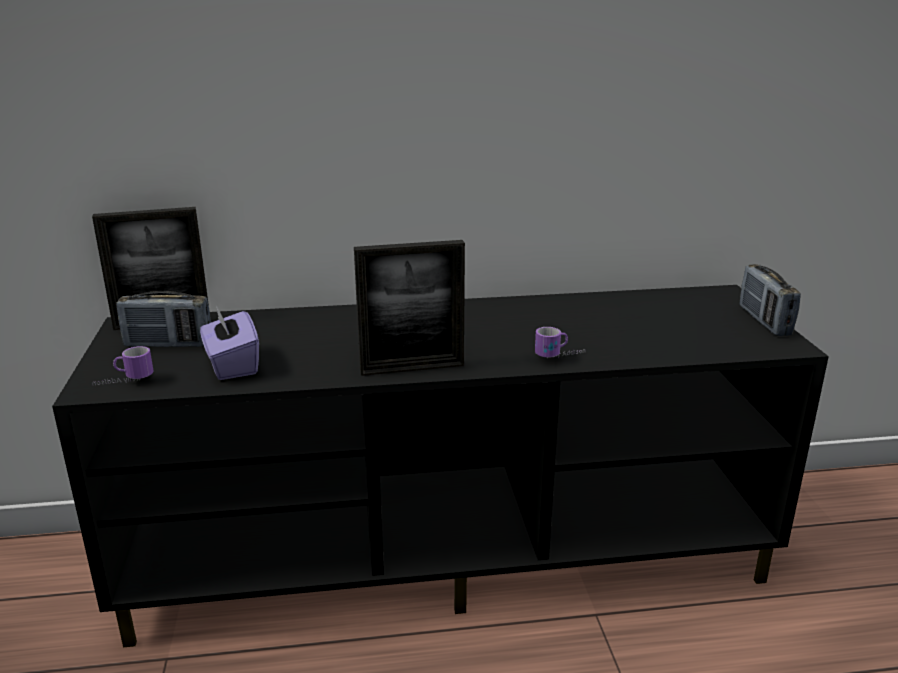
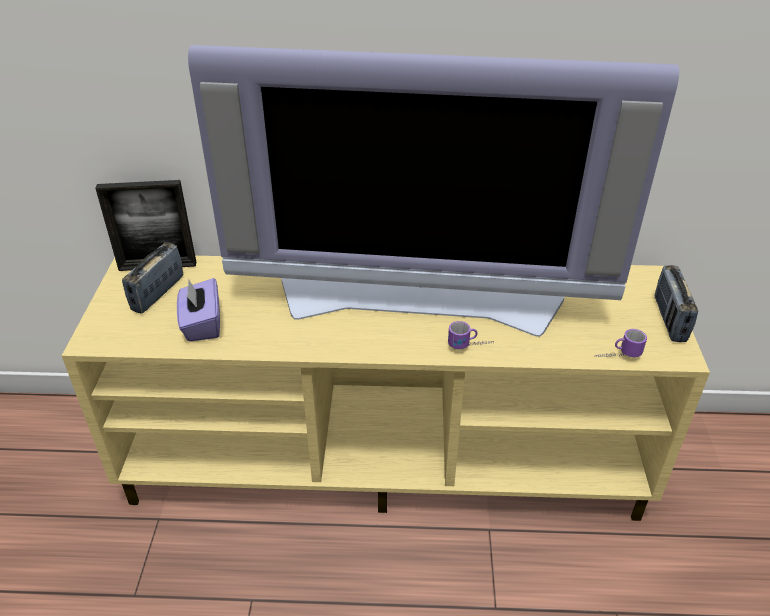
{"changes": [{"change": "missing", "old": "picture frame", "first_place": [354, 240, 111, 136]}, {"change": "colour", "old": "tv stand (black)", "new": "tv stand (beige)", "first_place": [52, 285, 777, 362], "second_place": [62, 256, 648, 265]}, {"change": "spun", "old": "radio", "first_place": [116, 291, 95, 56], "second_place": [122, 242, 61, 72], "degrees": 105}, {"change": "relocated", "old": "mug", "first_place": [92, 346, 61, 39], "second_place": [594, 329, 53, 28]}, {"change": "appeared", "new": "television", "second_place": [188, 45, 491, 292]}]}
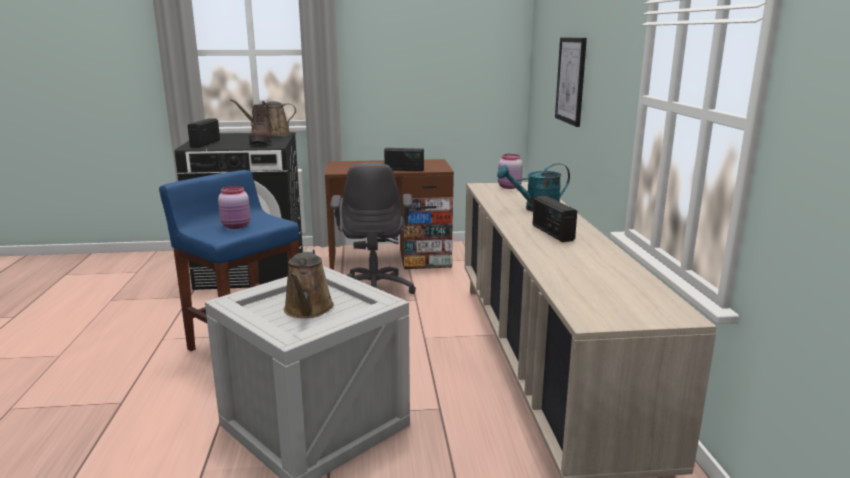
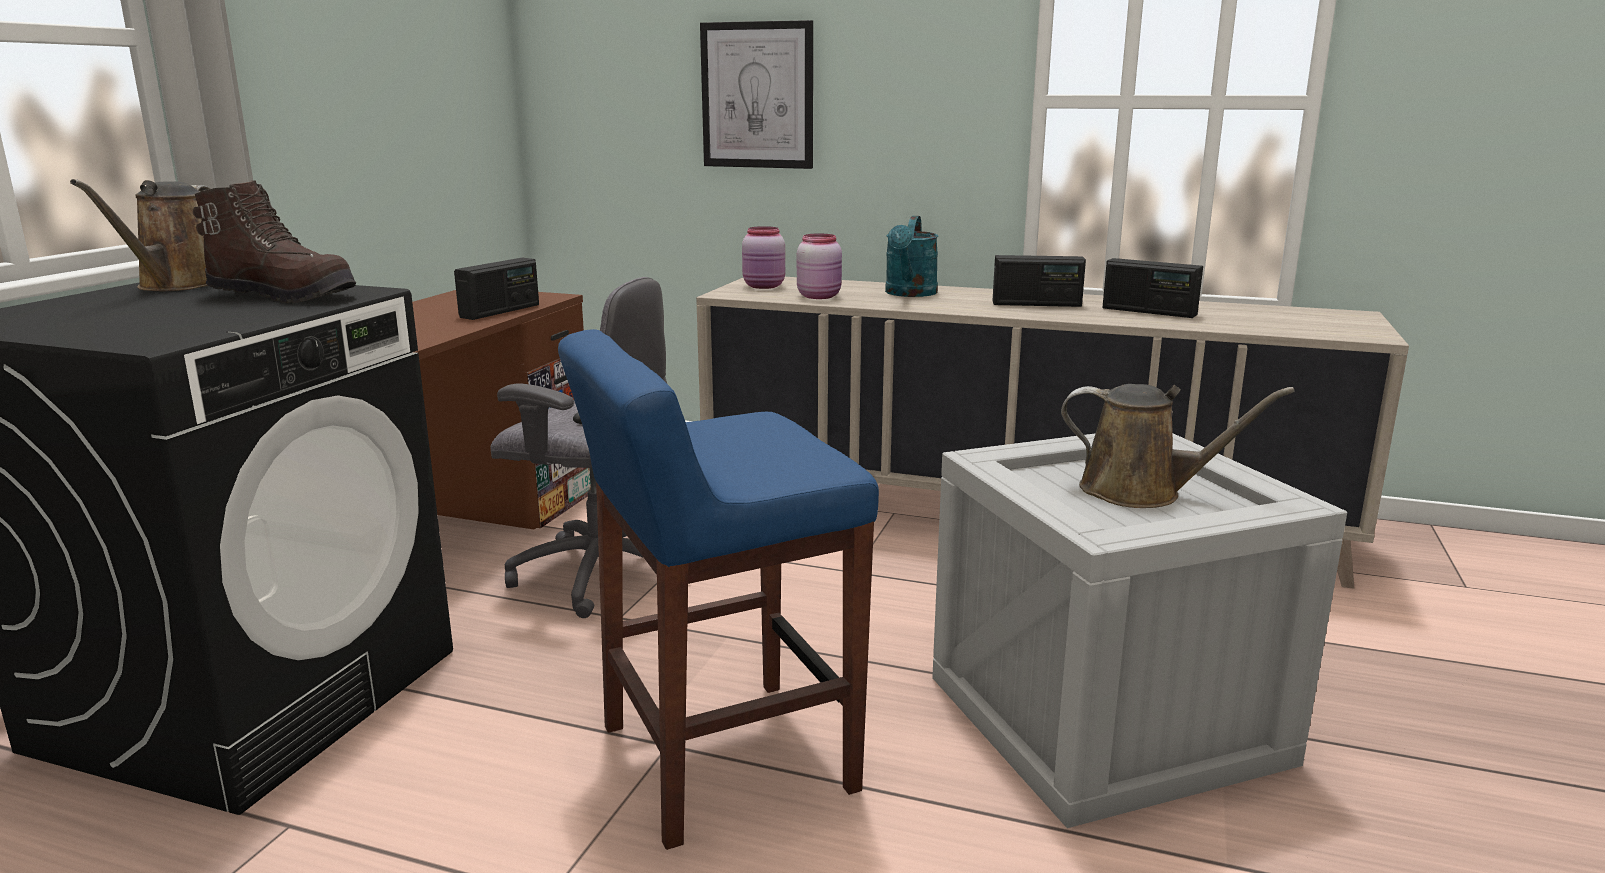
{"changes": [{"change": "relocated", "old": "radio", "first_place": [187, 118, 33, 30], "second_place": [1102, 258, 101, 60]}, {"change": "relocated", "old": "jar (pink)", "first_place": [218, 186, 32, 43], "second_place": [797, 234, 45, 65]}]}
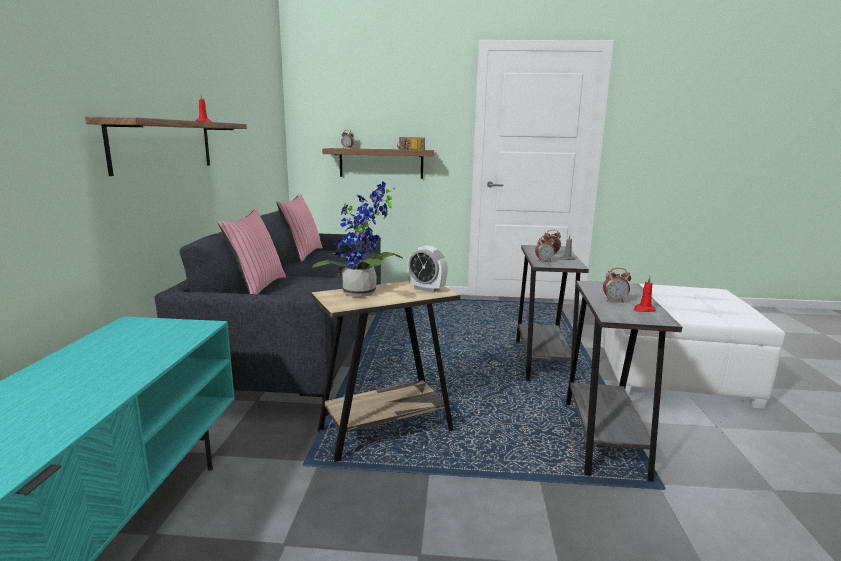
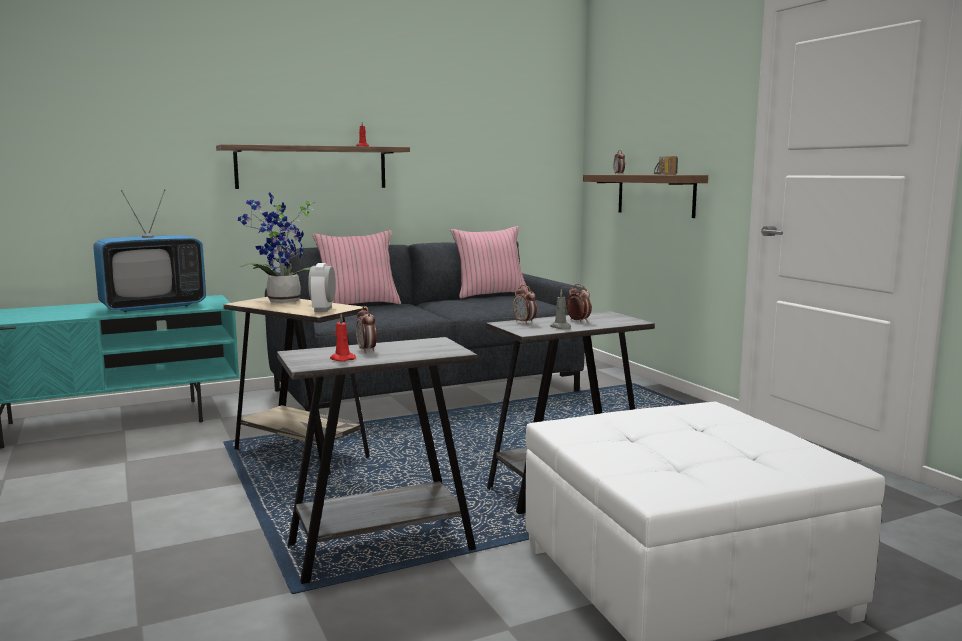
{"changes": [{"change": "appeared", "new": "television", "second_place": [93, 189, 113, 123]}]}
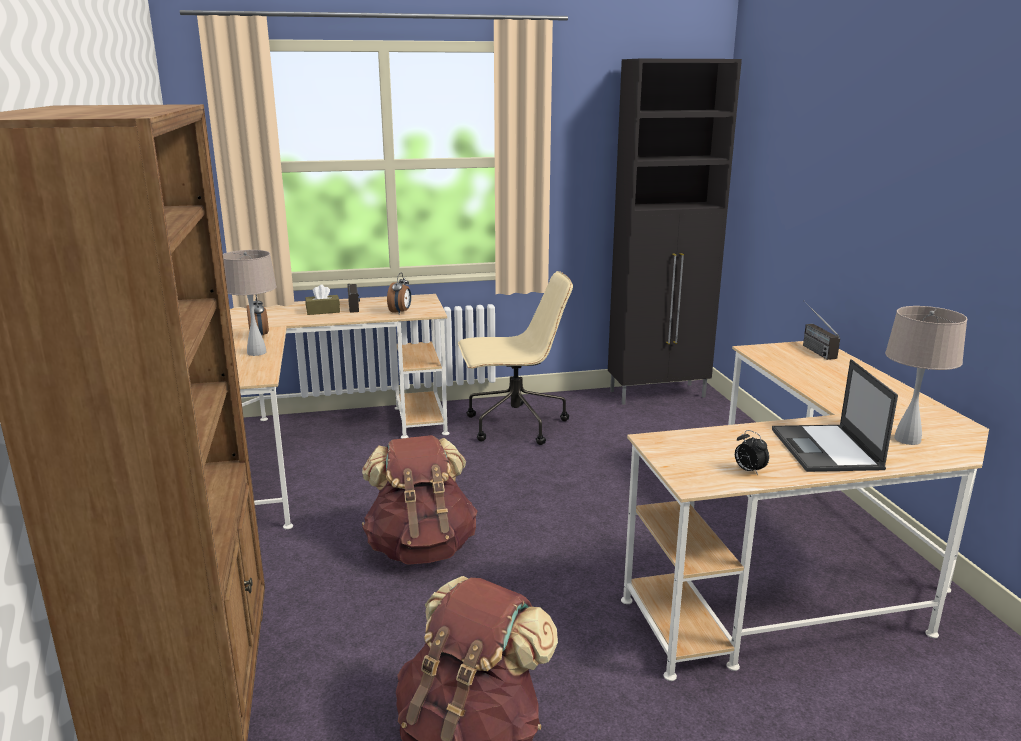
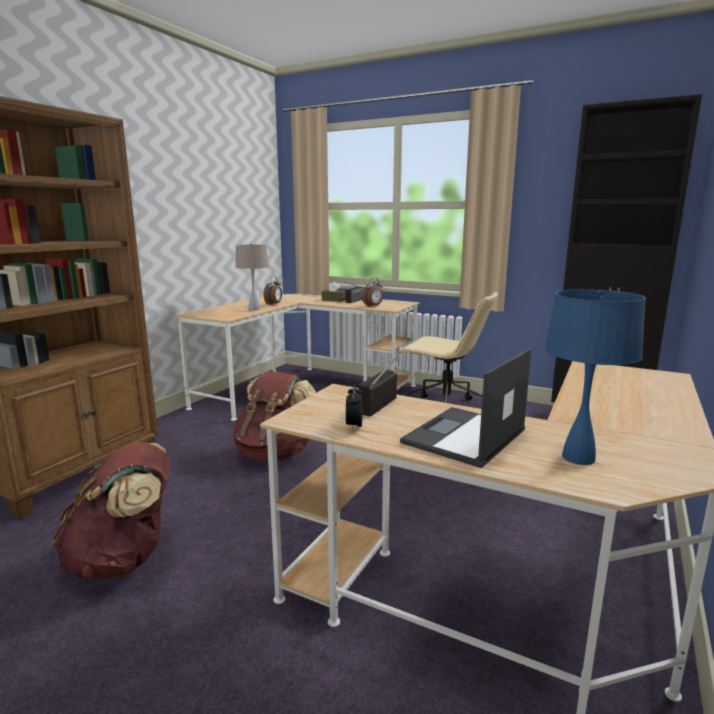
{"changes": [{"change": "relocated", "old": "radio", "first_place": [803, 301, 37, 59], "second_place": [358, 343, 51, 73]}, {"change": "colour", "old": "table lamp (beige)", "new": "table lamp (blue)", "first_place": [885, 306, 82, 139], "second_place": [545, 289, 101, 176]}]}
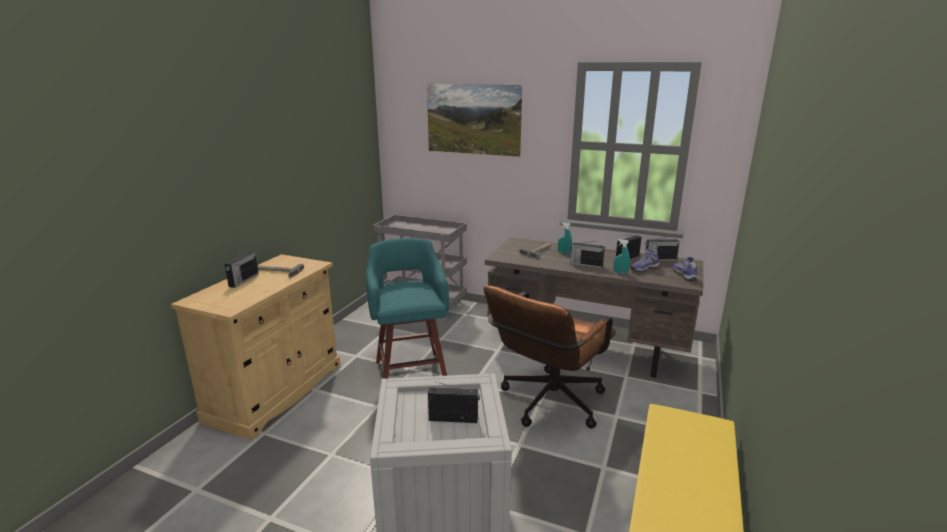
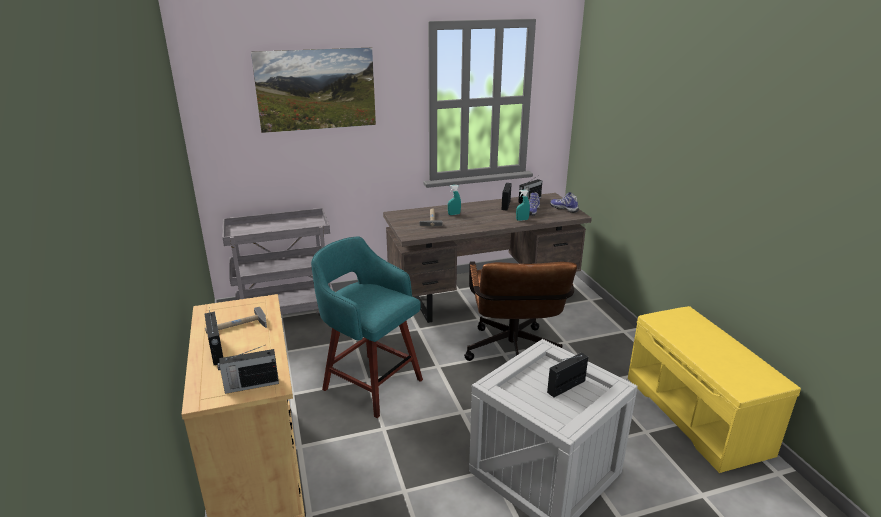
{"changes": [{"change": "relocated", "old": "radio", "first_place": [571, 241, 34, 28], "second_place": [217, 345, 62, 49]}]}
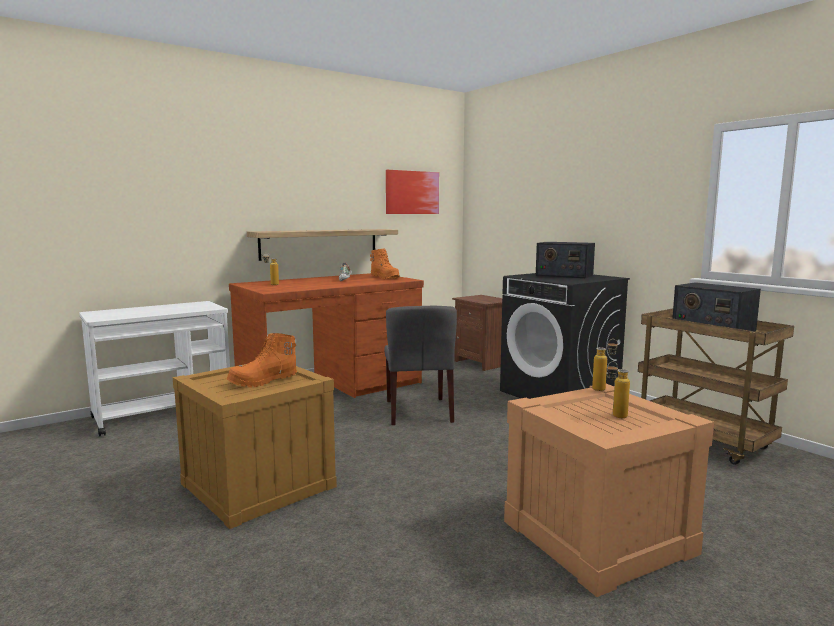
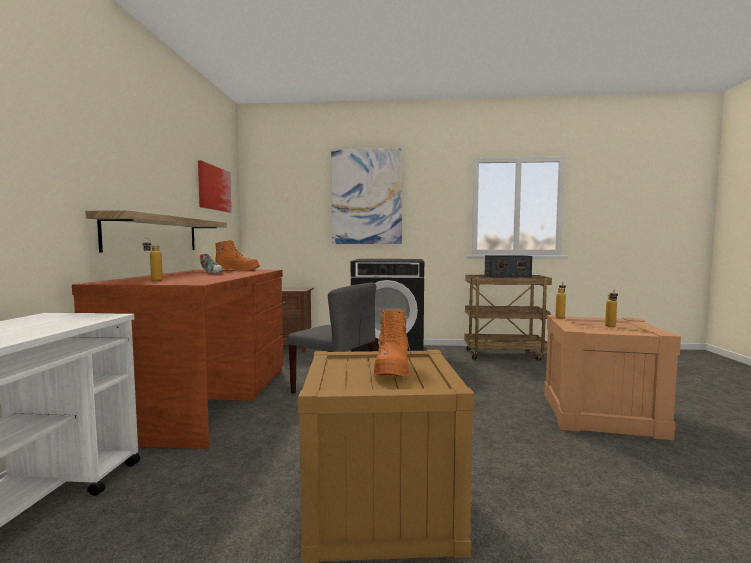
{"changes": [{"change": "missing", "old": "radio", "first_place": [536, 242, 59, 36]}, {"change": "appeared", "new": "picture", "second_place": [331, 148, 71, 96]}]}
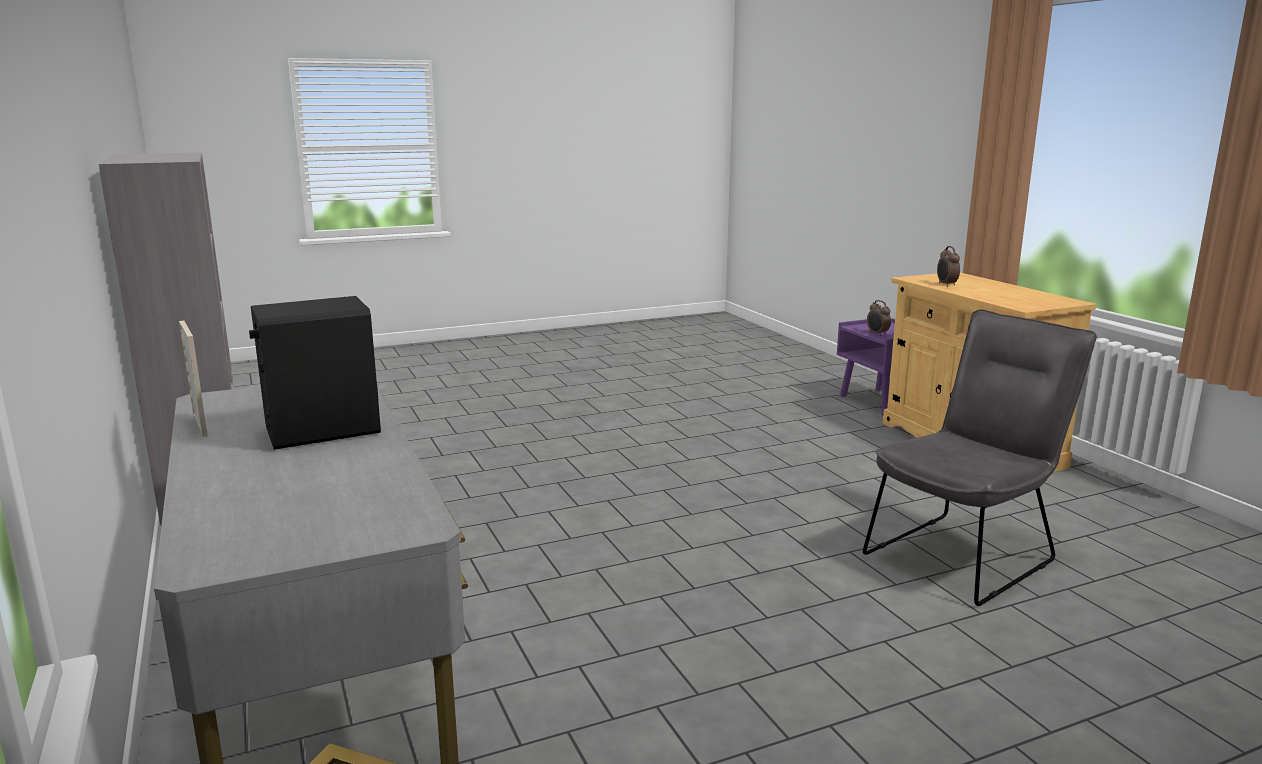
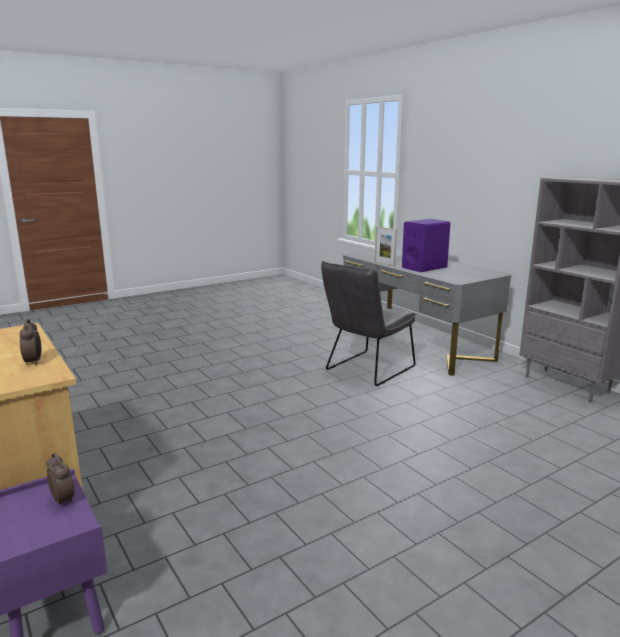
{"changes": [{"change": "colour", "old": "speaker (black)", "new": "speaker (purple)", "first_place": [249, 296, 132, 154], "second_place": [402, 219, 48, 53]}, {"change": "relocated", "old": "chair (grey)", "first_place": [863, 309, 234, 297], "second_place": [321, 261, 95, 125]}, {"change": "relocated", "old": "picture frame", "first_place": [179, 321, 29, 116], "second_place": [375, 227, 22, 39]}]}
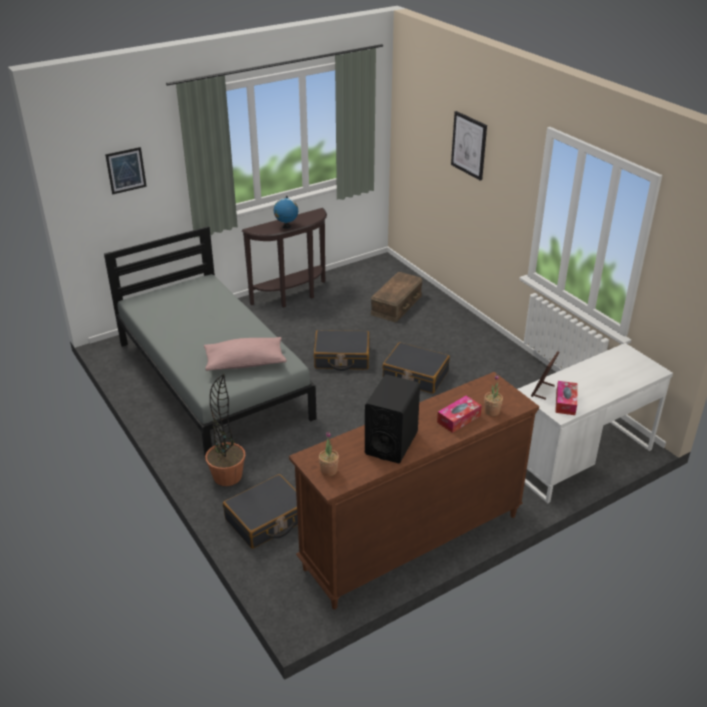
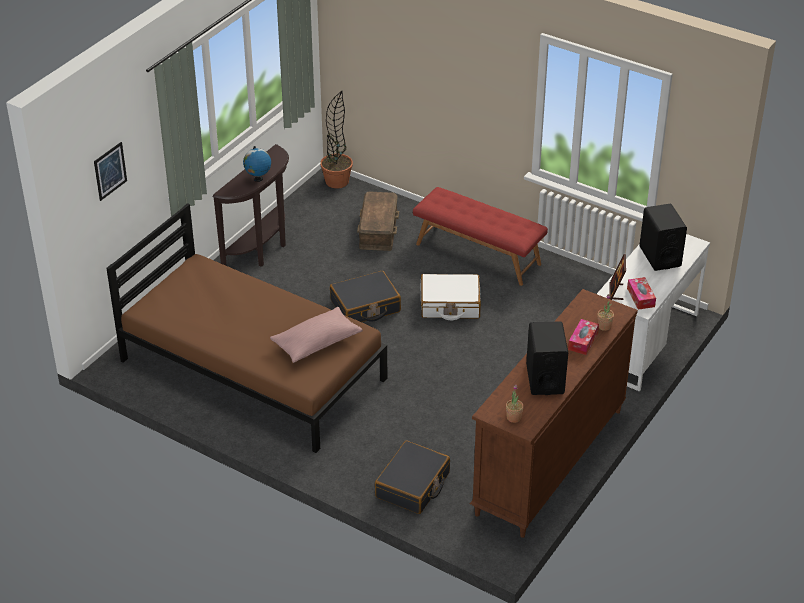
{"changes": [{"change": "missing", "old": "picture", "first_place": [451, 111, 36, 70]}, {"change": "colour", "old": "bed (grey)", "new": "bed (brown)", "first_place": [104, 226, 213, 235], "second_place": [106, 203, 281, 250]}, {"change": "colour", "old": "suitcase (black)", "new": "suitcase (white)", "first_place": [382, 342, 68, 52], "second_place": [421, 274, 60, 46]}, {"change": "relocated", "old": "potted plant", "first_place": [205, 374, 40, 112], "second_place": [320, 91, 33, 97]}, {"change": "appeared", "new": "bench (red)", "second_place": [413, 187, 135, 99]}, {"change": "appeared", "new": "speaker (black)", "second_place": [639, 204, 48, 67]}]}
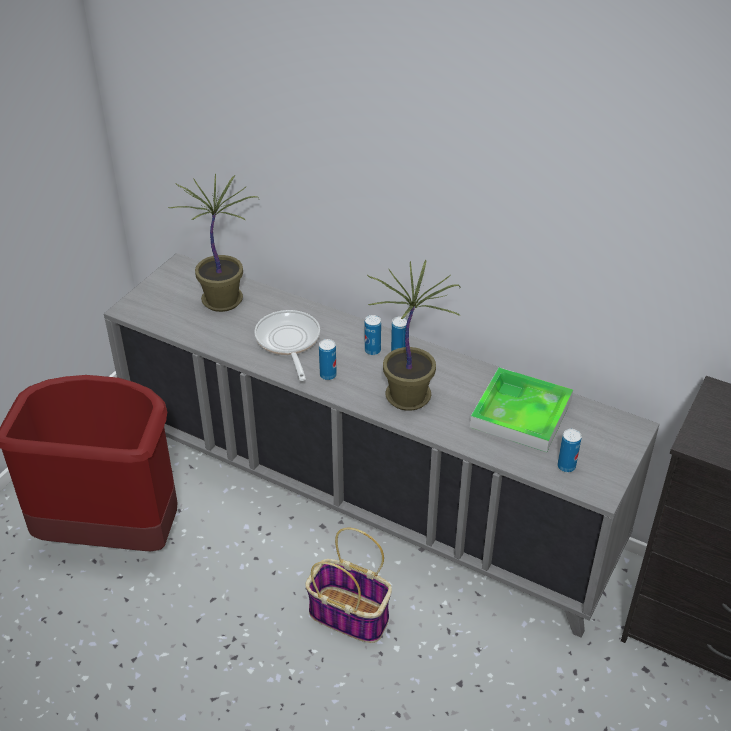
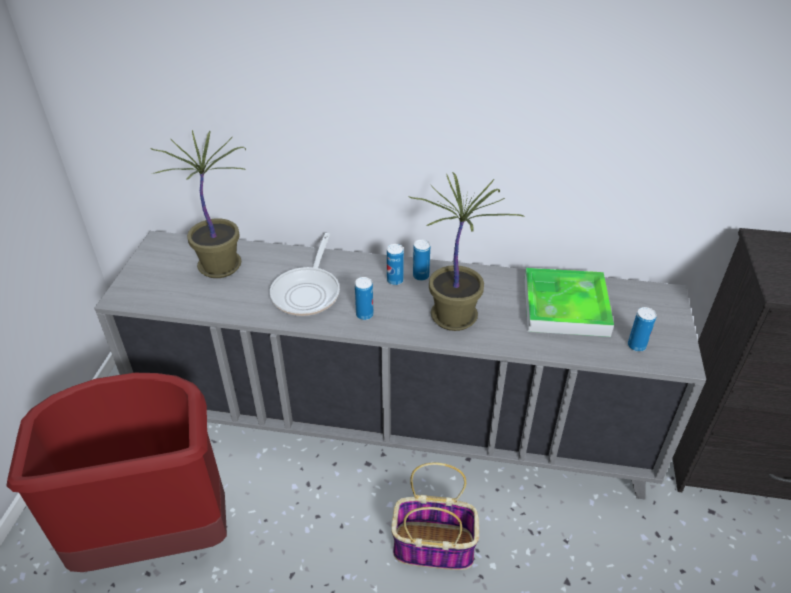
{"changes": [{"change": "spun", "old": "frying pan", "first_place": [254, 310, 66, 71], "second_place": [270, 233, 70, 83], "degrees": -135}]}
